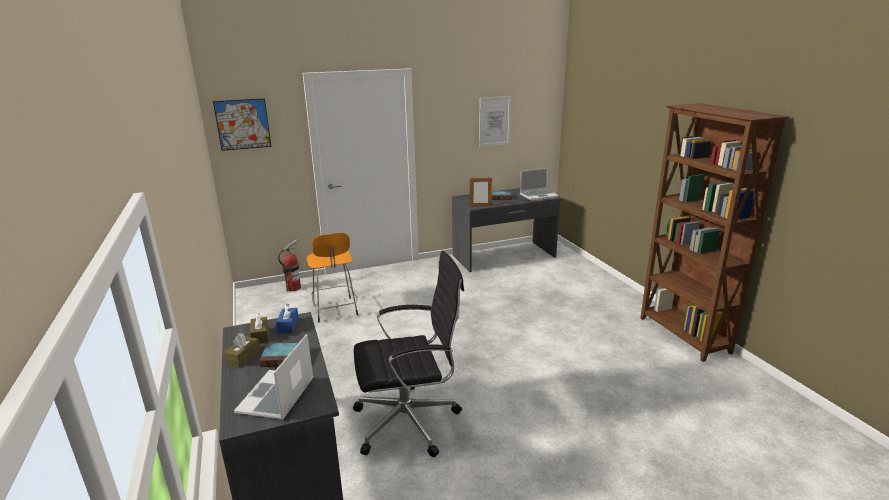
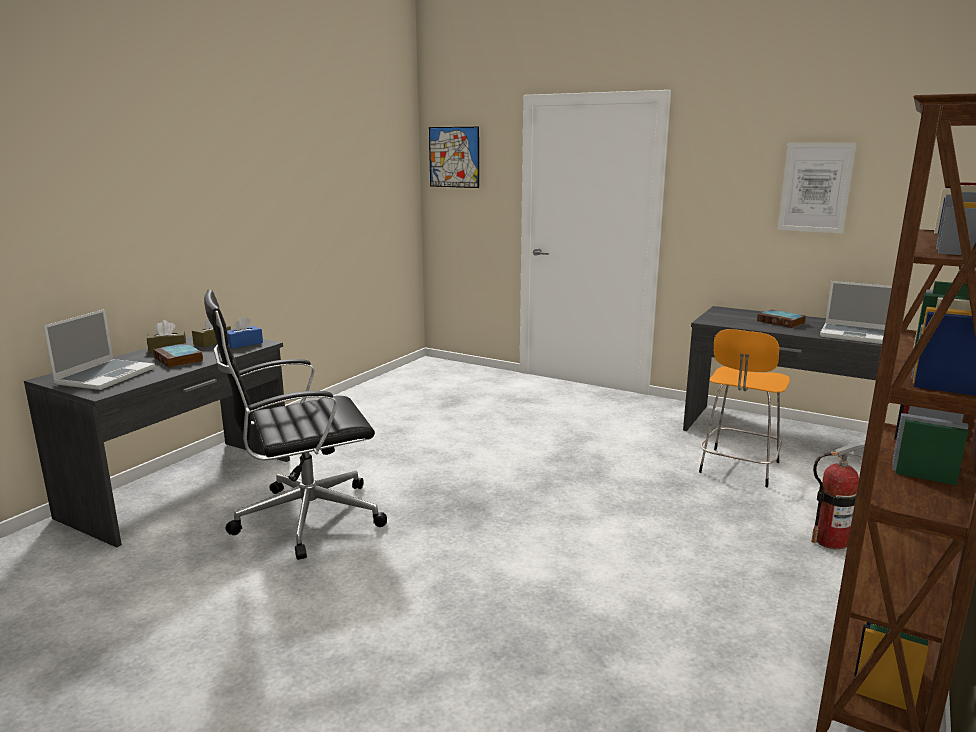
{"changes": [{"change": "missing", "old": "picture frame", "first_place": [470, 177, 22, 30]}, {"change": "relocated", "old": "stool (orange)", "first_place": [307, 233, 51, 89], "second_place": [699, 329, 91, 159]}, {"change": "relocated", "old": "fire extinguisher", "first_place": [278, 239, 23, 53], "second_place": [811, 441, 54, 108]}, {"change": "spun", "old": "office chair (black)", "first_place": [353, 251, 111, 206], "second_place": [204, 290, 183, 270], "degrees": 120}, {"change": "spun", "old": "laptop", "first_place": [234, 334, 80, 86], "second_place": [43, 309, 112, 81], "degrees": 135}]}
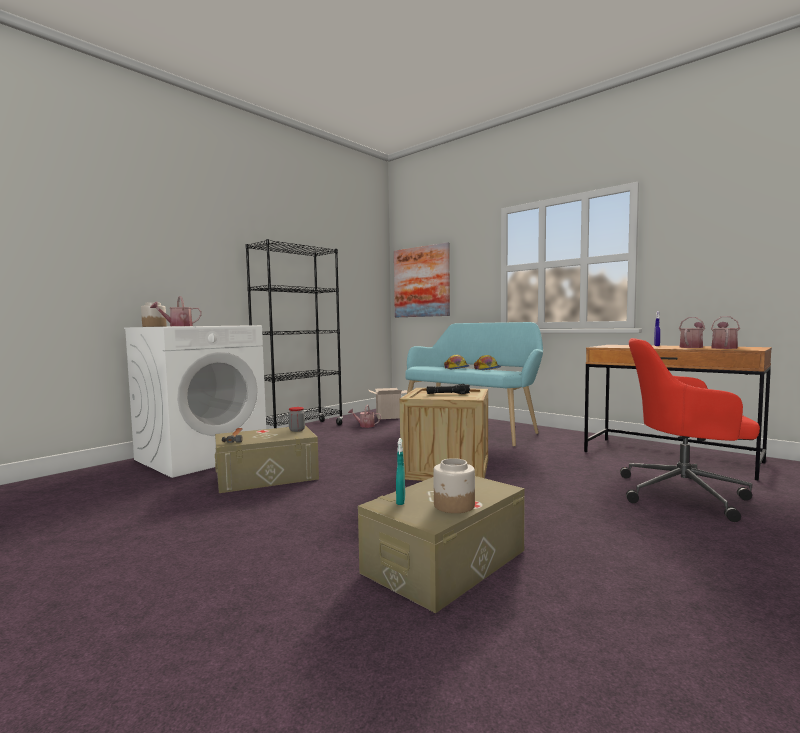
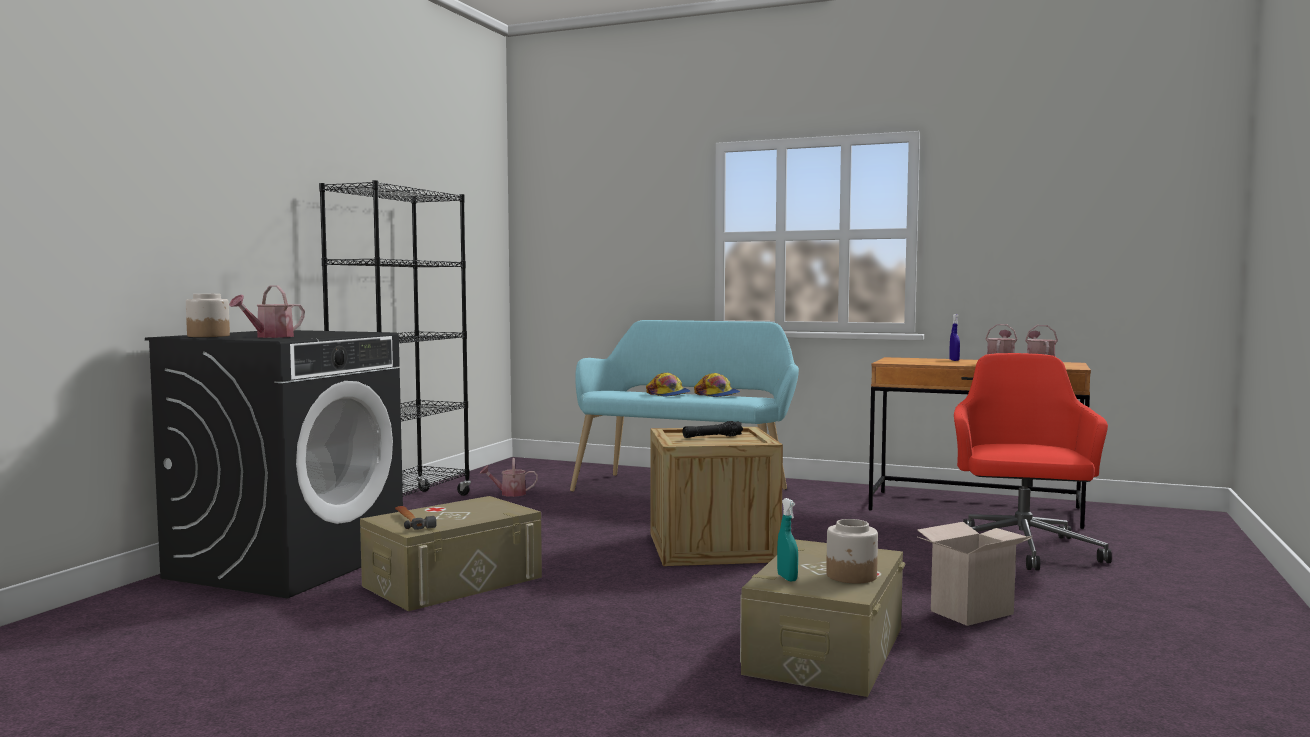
{"changes": [{"change": "missing", "old": "picture", "first_place": [394, 242, 56, 75]}, {"change": "colour", "old": "washing machine (white)", "new": "washing machine (black)", "first_place": [124, 325, 142, 153], "second_place": [145, 330, 258, 268]}, {"change": "spun", "old": "office chair (red)", "first_place": [620, 338, 140, 184], "second_place": [954, 353, 158, 218], "degrees": 105}, {"change": "relocated", "old": "cardboard box", "first_place": [369, 388, 38, 31], "second_place": [917, 522, 115, 104]}, {"change": "missing", "old": "jar", "first_place": [288, 407, 17, 25]}]}
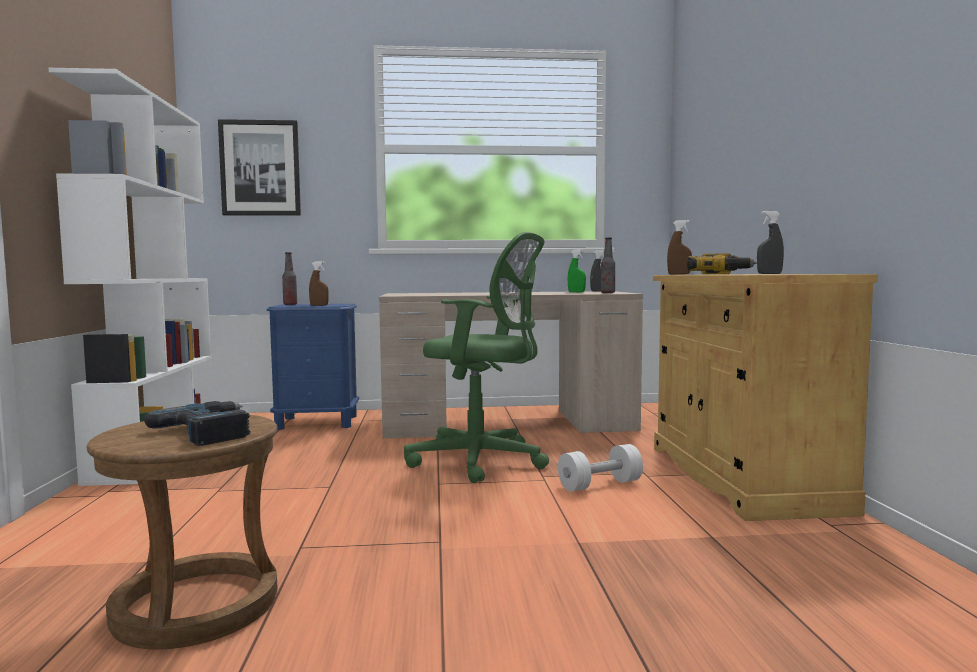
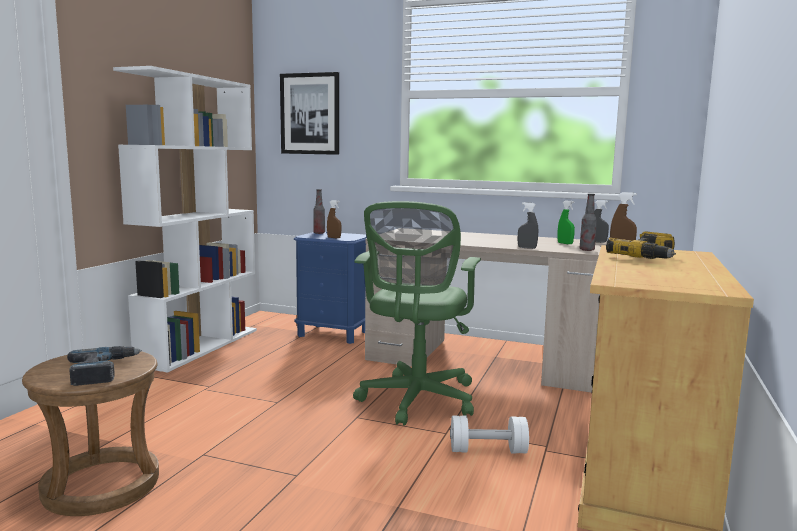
{"changes": [{"change": "relocated", "old": "spray bottle (grey)", "first_place": [757, 211, 27, 63], "second_place": [518, 202, 20, 47]}, {"change": "spun", "old": "office chair (green)", "first_place": [404, 232, 145, 251], "second_place": [353, 201, 128, 225], "degrees": 60}]}
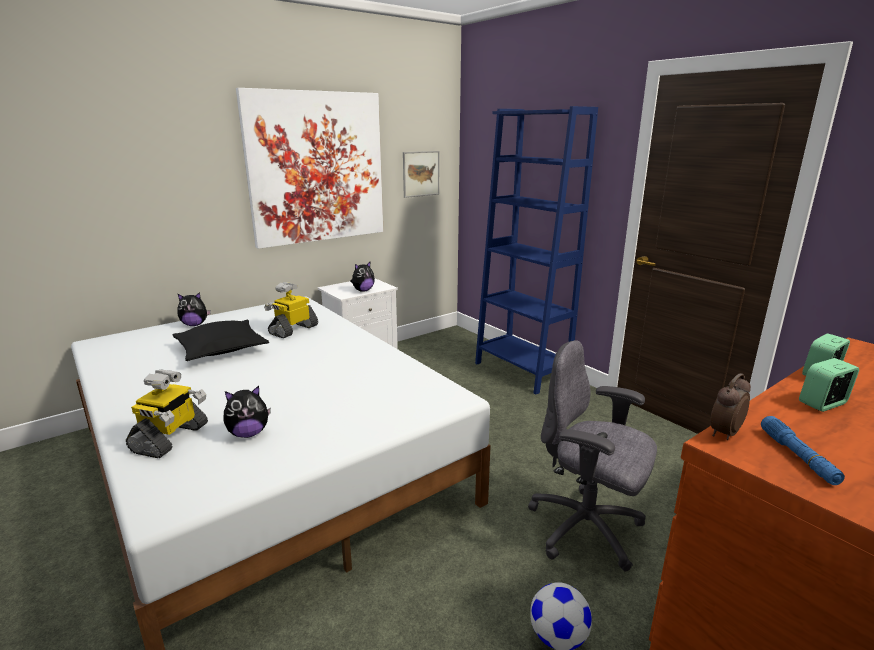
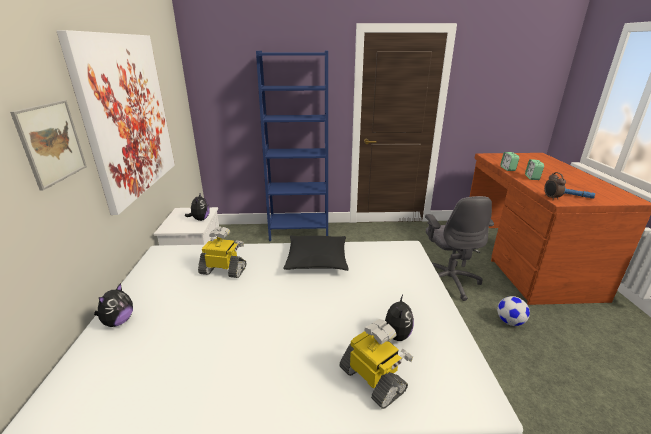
{"changes": [{"change": "relocated", "old": "picture", "first_place": [403, 151, 36, 47], "second_place": [10, 100, 77, 91]}, {"change": "spun", "old": "toy robot", "first_place": [264, 282, 54, 56], "second_place": [198, 226, 48, 52], "degrees": 120}, {"change": "relocated", "old": "pillow (black)", "first_place": [172, 320, 97, 41], "second_place": [283, 236, 66, 35]}, {"change": "spun", "old": "office chair (grey)", "first_place": [528, 340, 129, 231], "second_place": [425, 196, 69, 105], "degrees": -75}]}
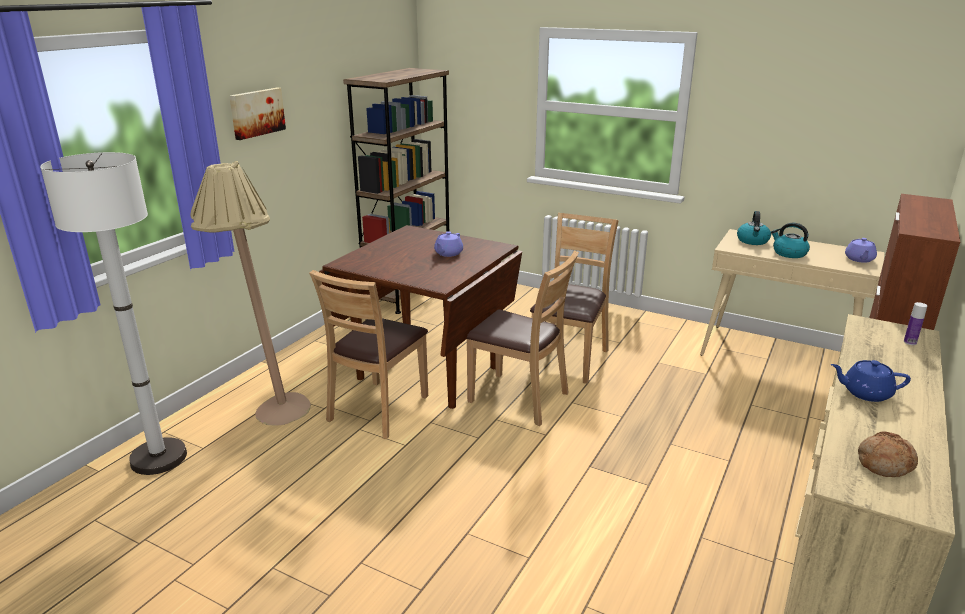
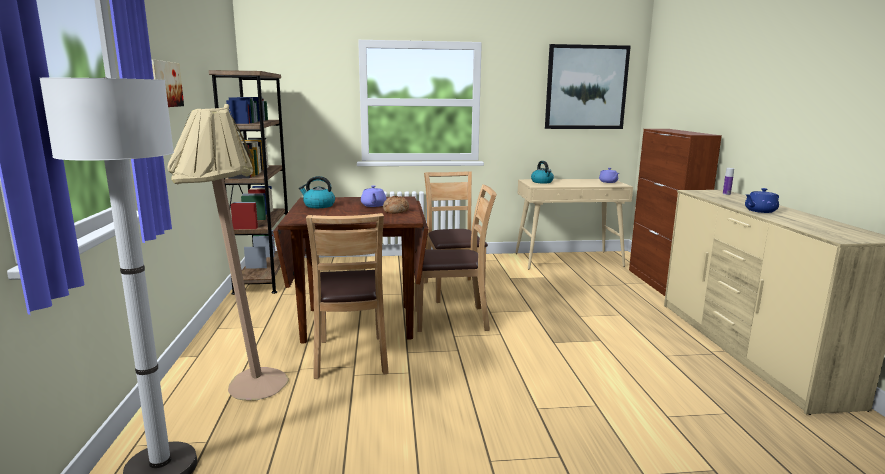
{"changes": [{"change": "relocated", "old": "kettle", "first_place": [771, 223, 39, 35], "second_place": [299, 176, 36, 32]}, {"change": "relocated", "old": "bread", "first_place": [858, 432, 60, 45], "second_place": [383, 196, 26, 18]}, {"change": "appeared", "new": "picture", "second_place": [545, 44, 86, 85]}]}
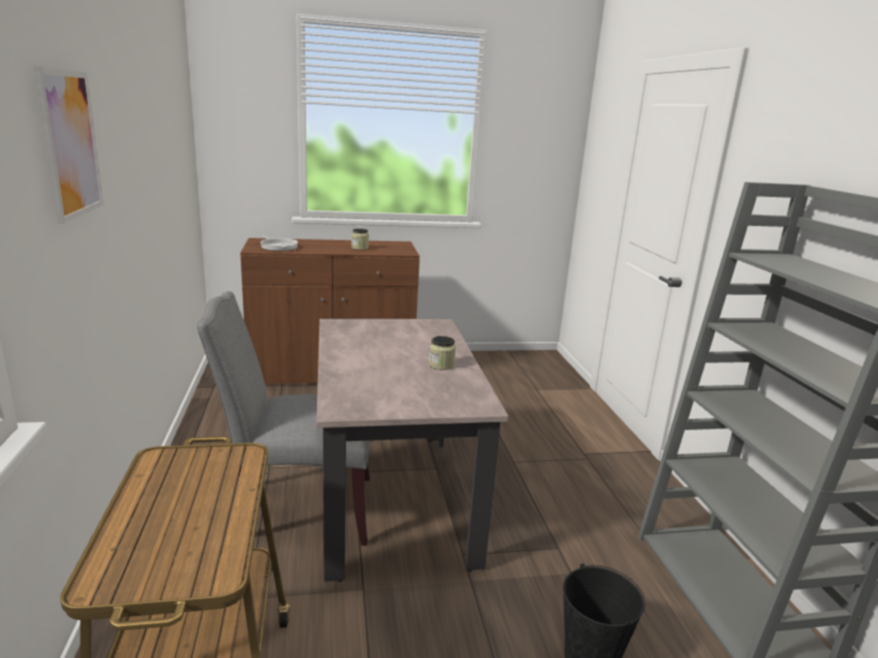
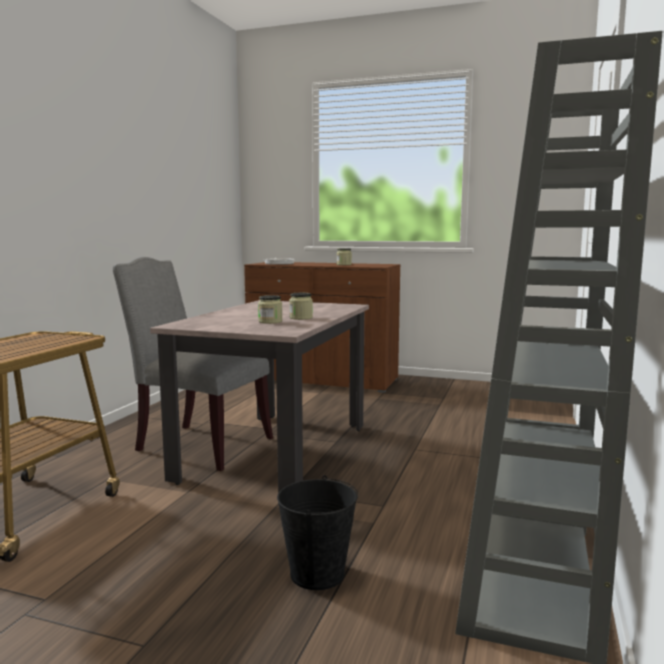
{"changes": [{"change": "missing", "old": "picture", "first_place": [34, 66, 70, 158]}, {"change": "appeared", "new": "jar", "second_place": [258, 295, 24, 29]}]}
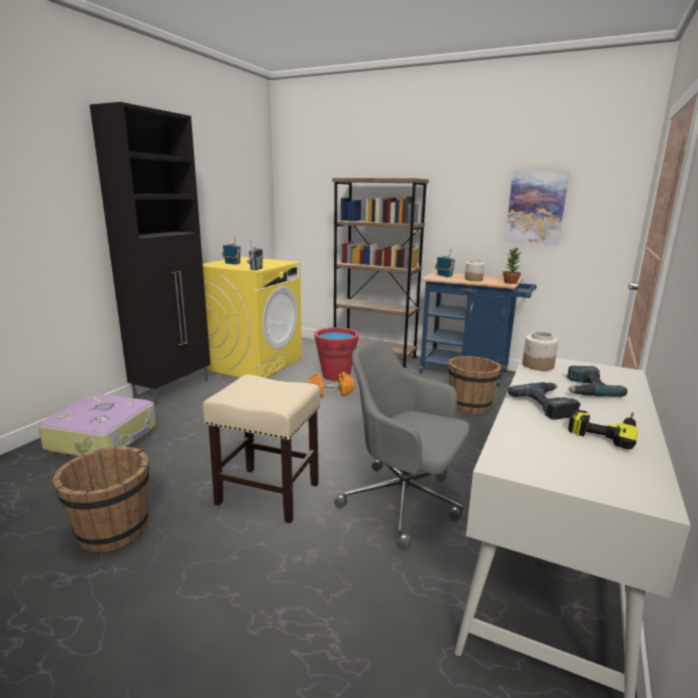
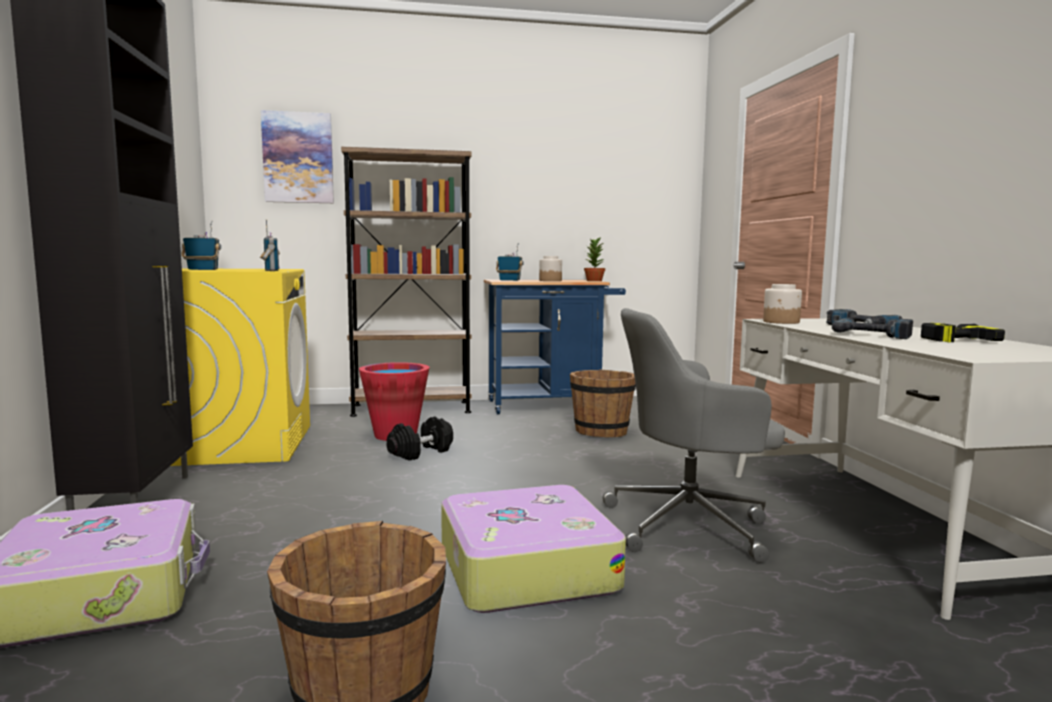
{"changes": [{"change": "relocated", "old": "picture", "first_place": [505, 172, 64, 73], "second_place": [261, 110, 73, 93]}, {"change": "colour", "old": "dumbbell (orange)", "new": "dumbbell (black)", "first_place": [308, 372, 47, 26], "second_place": [387, 417, 66, 44]}, {"change": "exchanged", "old": "stool (beige)", "new": "suitcase", "first_place": [203, 375, 117, 148], "second_place": [441, 485, 185, 128]}]}
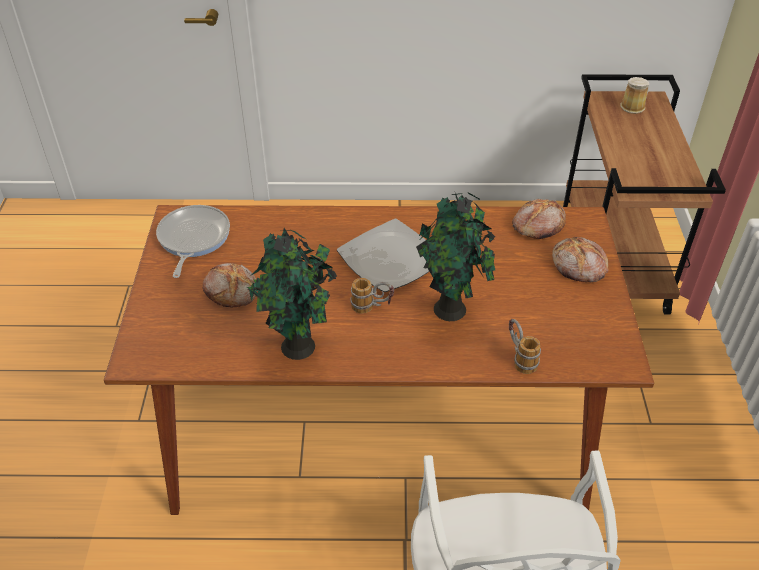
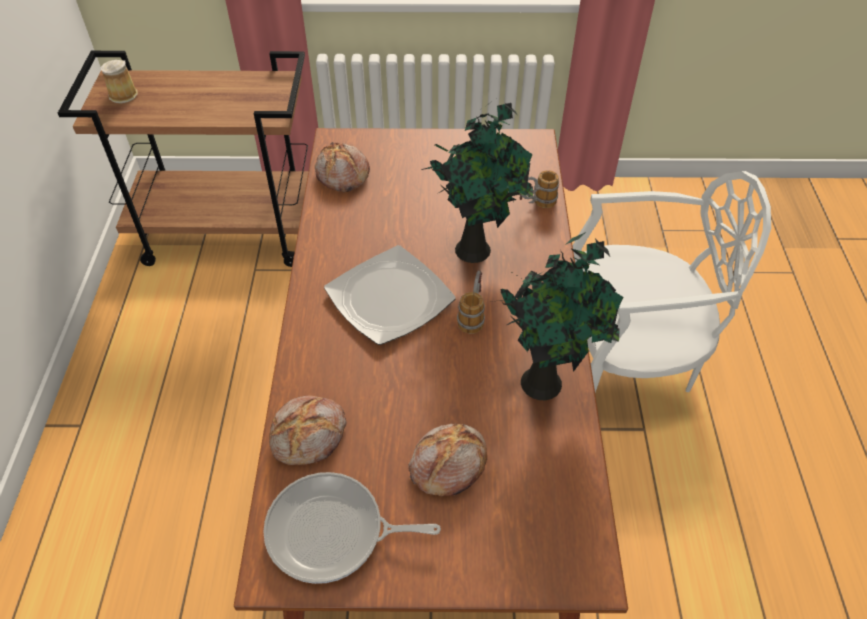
{"changes": [{"change": "relocated", "old": "bread", "first_place": [552, 237, 57, 45], "second_place": [269, 395, 78, 70]}]}
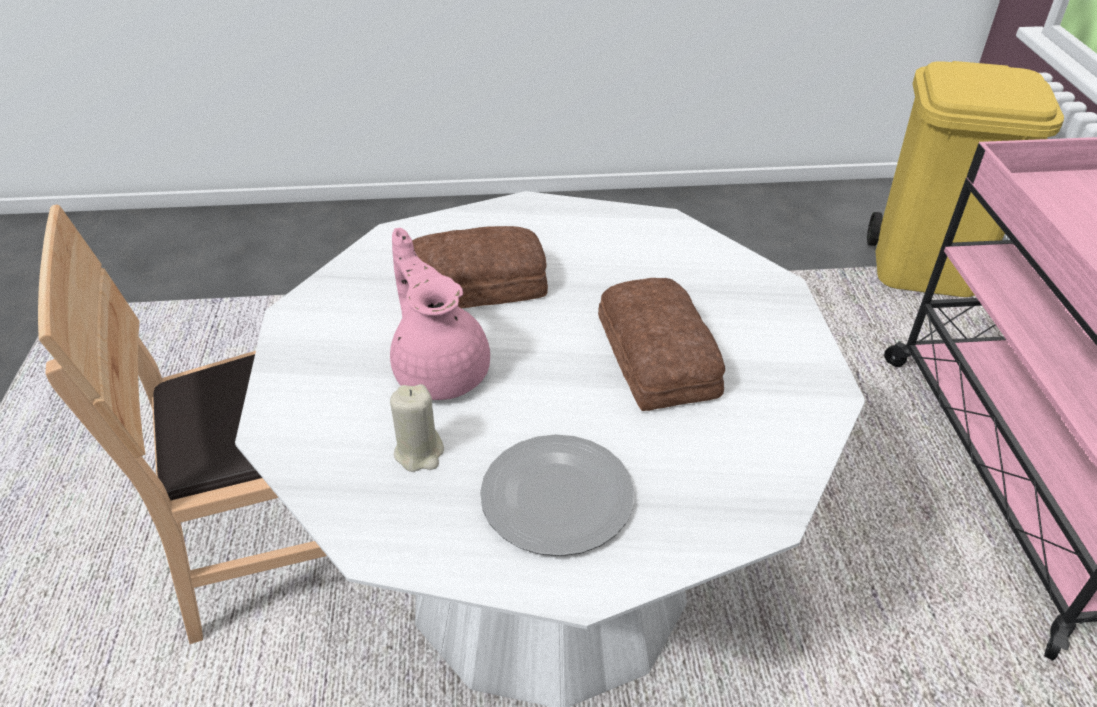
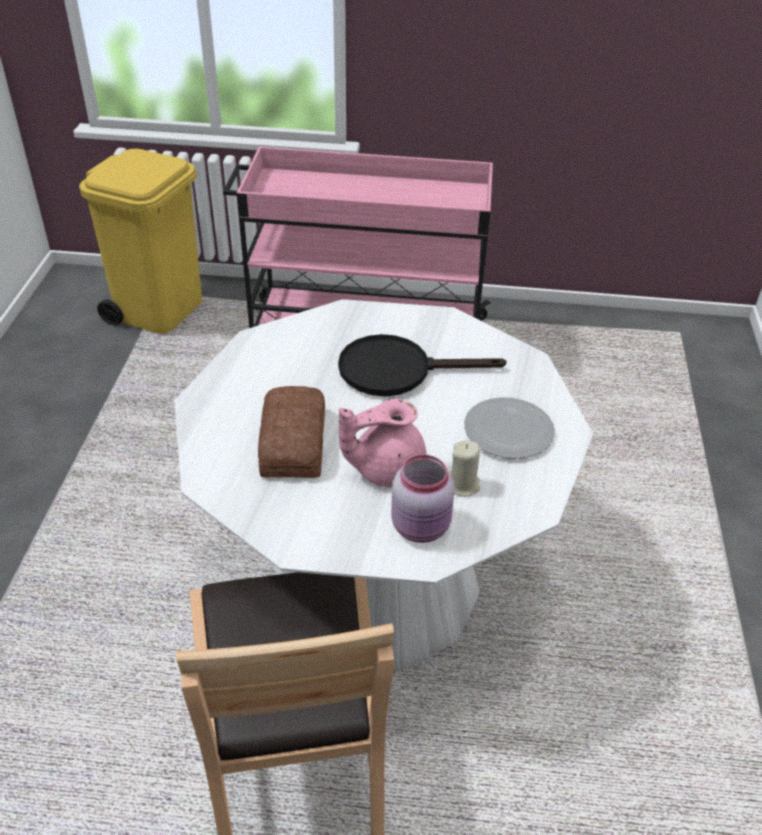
{"changes": [{"change": "exchanged", "old": "bread", "new": "frying pan (black)", "first_place": [598, 278, 127, 133], "second_place": [338, 334, 168, 62]}, {"change": "appeared", "new": "jar (pink)", "second_place": [391, 455, 63, 88]}]}
